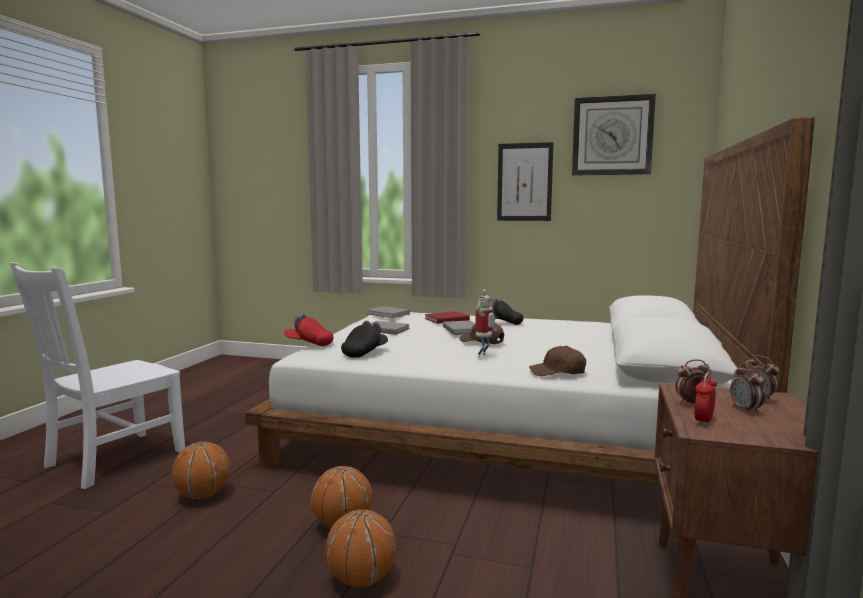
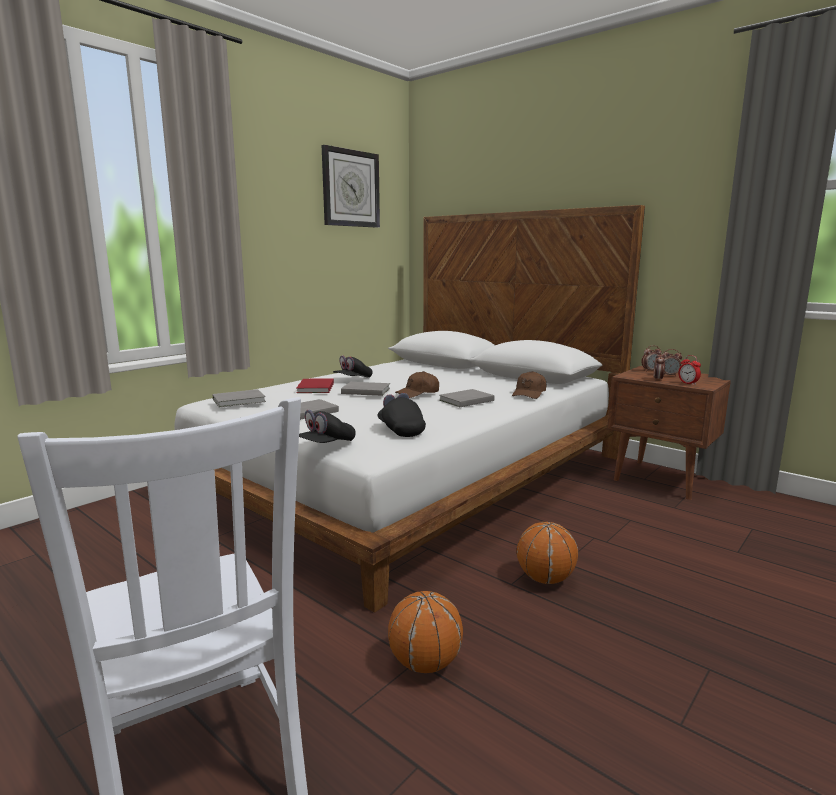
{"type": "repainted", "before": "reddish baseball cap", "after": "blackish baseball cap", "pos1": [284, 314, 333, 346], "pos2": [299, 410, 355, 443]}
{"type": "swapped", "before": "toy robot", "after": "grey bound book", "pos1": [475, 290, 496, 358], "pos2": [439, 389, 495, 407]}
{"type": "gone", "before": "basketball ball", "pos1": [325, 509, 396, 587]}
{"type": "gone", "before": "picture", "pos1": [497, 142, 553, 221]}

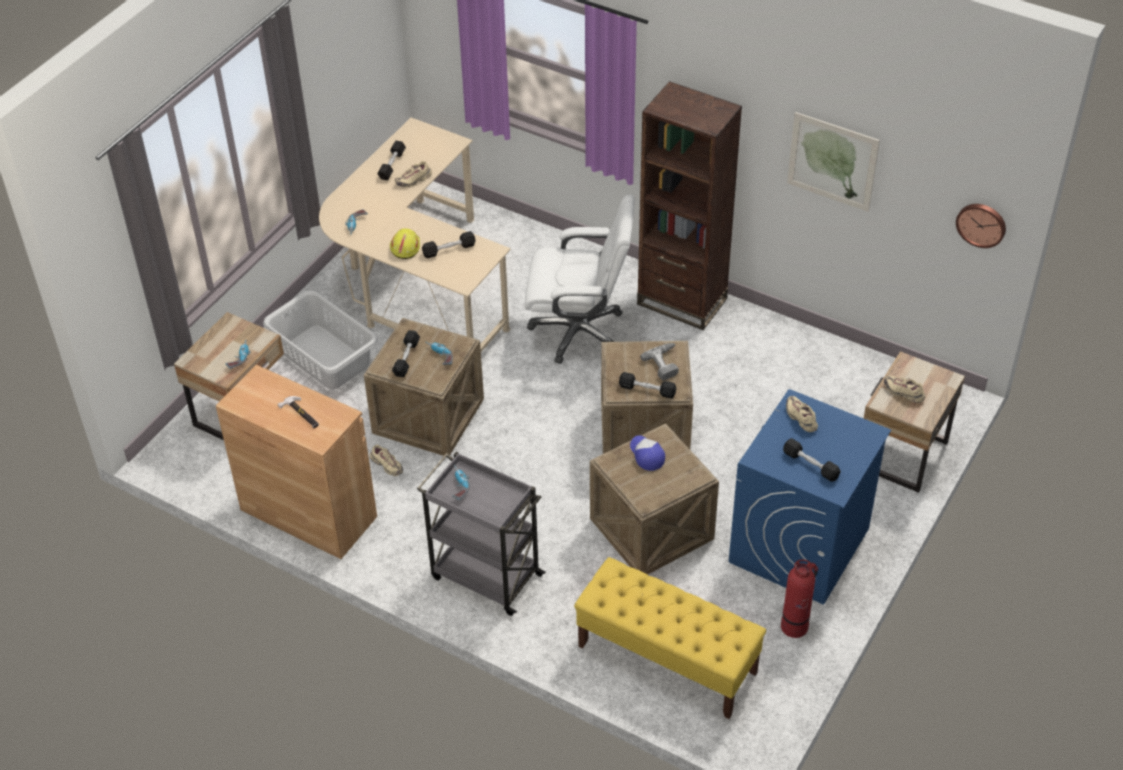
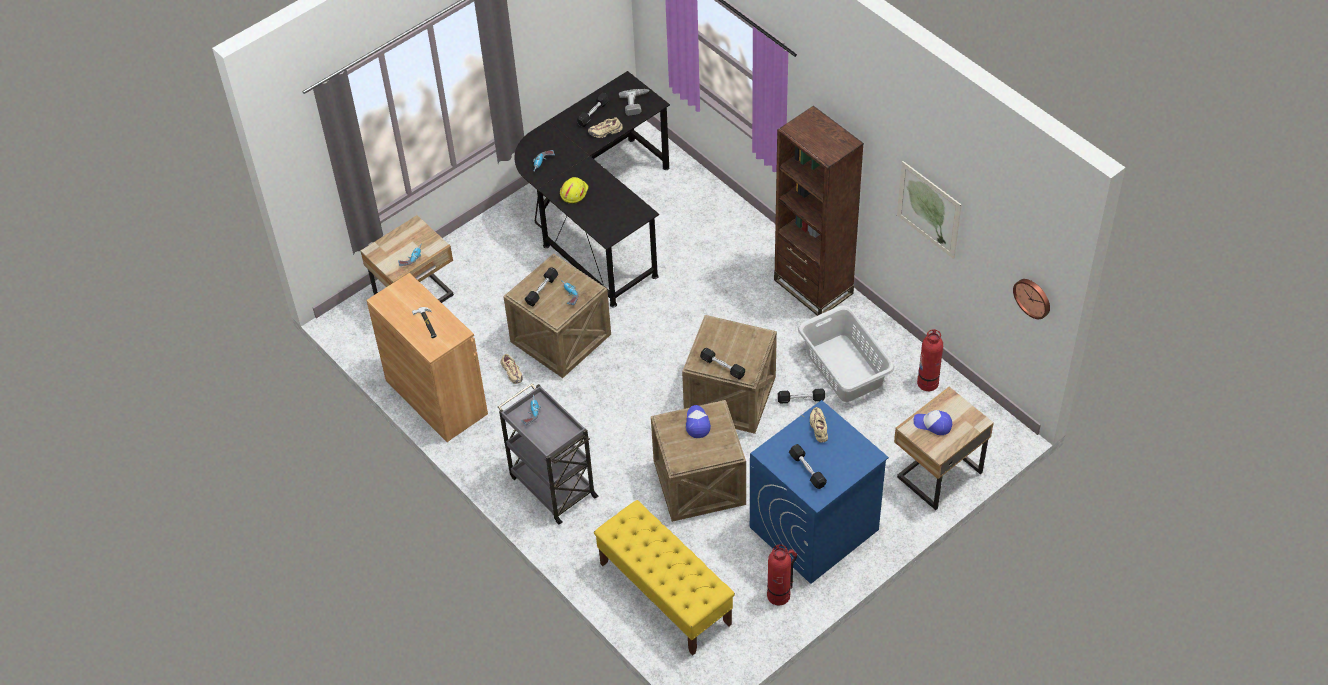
{"type": "repainted", "before": "beige-coloured desk unit", "after": "blackish desk unit", "pos1": [319, 118, 511, 352], "pos2": [514, 71, 670, 308]}
{"type": "shifted", "before": "power drill", "pos1": [640, 343, 679, 381], "pos2": [619, 89, 650, 116]}
{"type": "shifted", "before": "blackish dumbbell", "pos1": [422, 231, 476, 258], "pos2": [778, 388, 825, 403]}
{"type": "shifted", "before": "grey laundry basket", "pos1": [263, 290, 378, 390], "pos2": [798, 305, 894, 402]}
{"type": "swapped", "before": "beige-coloured low shoe", "after": "baseball cap", "pos1": [884, 375, 925, 403], "pos2": [914, 410, 952, 435]}
{"type": "new", "after": "fire extinguisher", "pos2": [917, 329, 943, 391]}
{"type": "gone", "before": "white-coloured office chair", "pos1": [524, 195, 635, 364]}

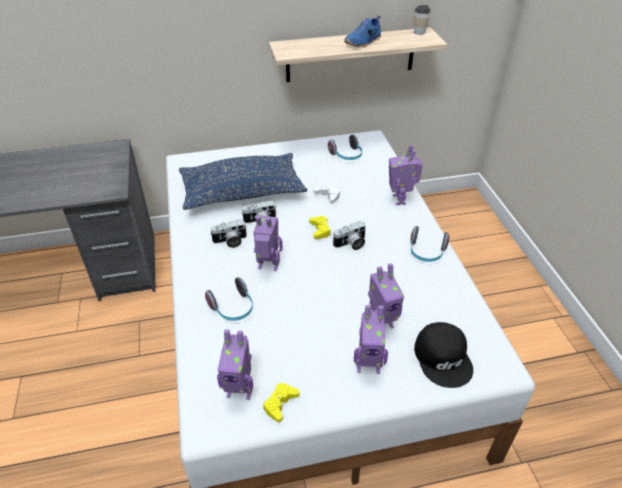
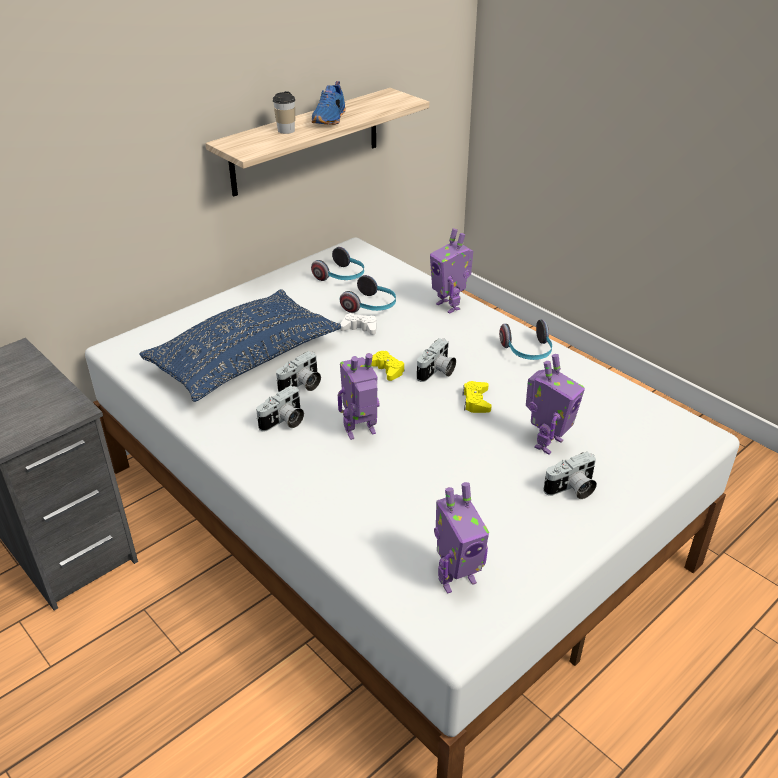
{"type": "shifted", "before": "small cup", "pos1": [414, 5, 430, 35], "pos2": [273, 91, 295, 134]}
{"type": "shifted", "before": "pair of headphones", "pos1": [205, 277, 253, 321], "pos2": [340, 275, 396, 313]}
{"type": "shifted", "before": "yellow-coloured game controller", "pos1": [263, 383, 299, 422], "pos2": [462, 381, 491, 413]}
{"type": "swapped", "before": "toy robot", "after": "photo camera", "pos1": [354, 305, 388, 374], "pos2": [543, 452, 597, 499]}
{"type": "gone", "before": "blackish baseball cap", "pos1": [414, 322, 473, 388]}

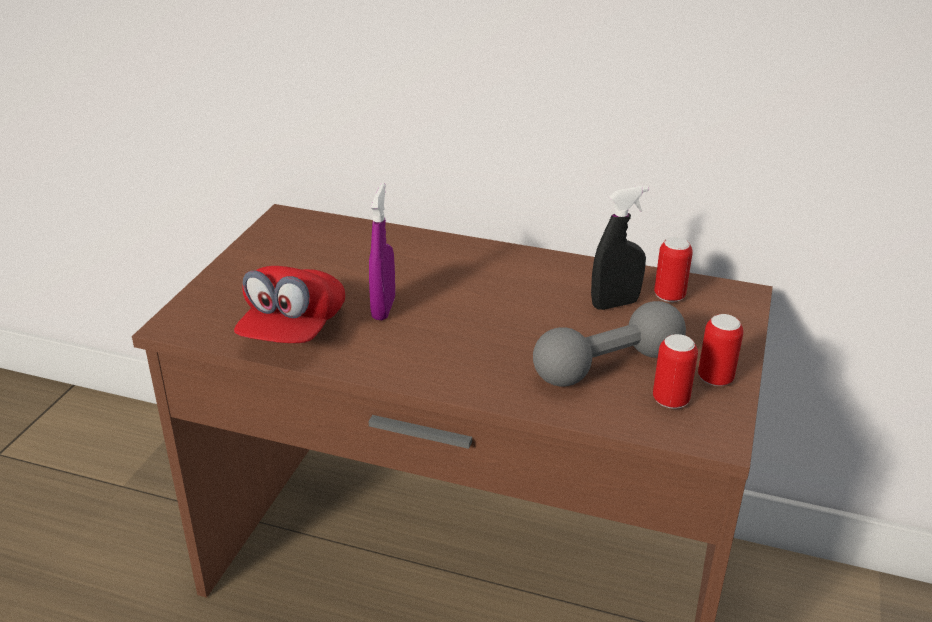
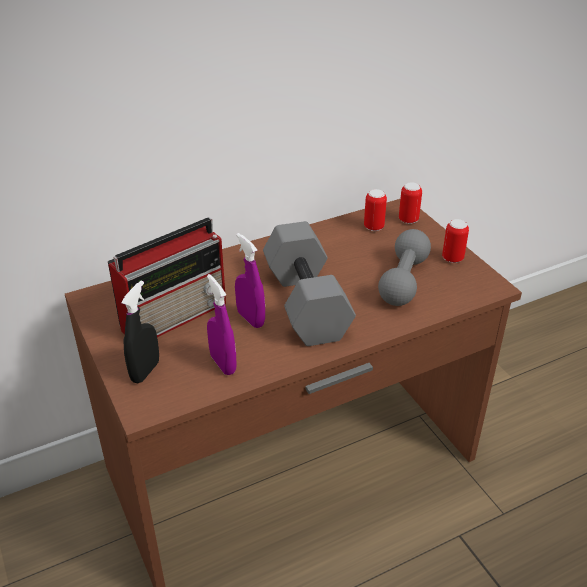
{"type": "new", "after": "radio set", "pos2": [108, 217, 226, 337]}
{"type": "shifted", "before": "blackish sprayer", "pos1": [591, 186, 649, 310], "pos2": [121, 281, 159, 383]}
{"type": "swapped", "before": "reddish baseball cap", "after": "purple sprayer", "pos1": [234, 266, 345, 343], "pos2": [207, 274, 237, 375]}
{"type": "new", "after": "grey dumbbell", "pos2": [263, 221, 356, 346]}
{"type": "shifted", "before": "can", "pos1": [653, 334, 698, 409], "pos2": [399, 182, 422, 224]}

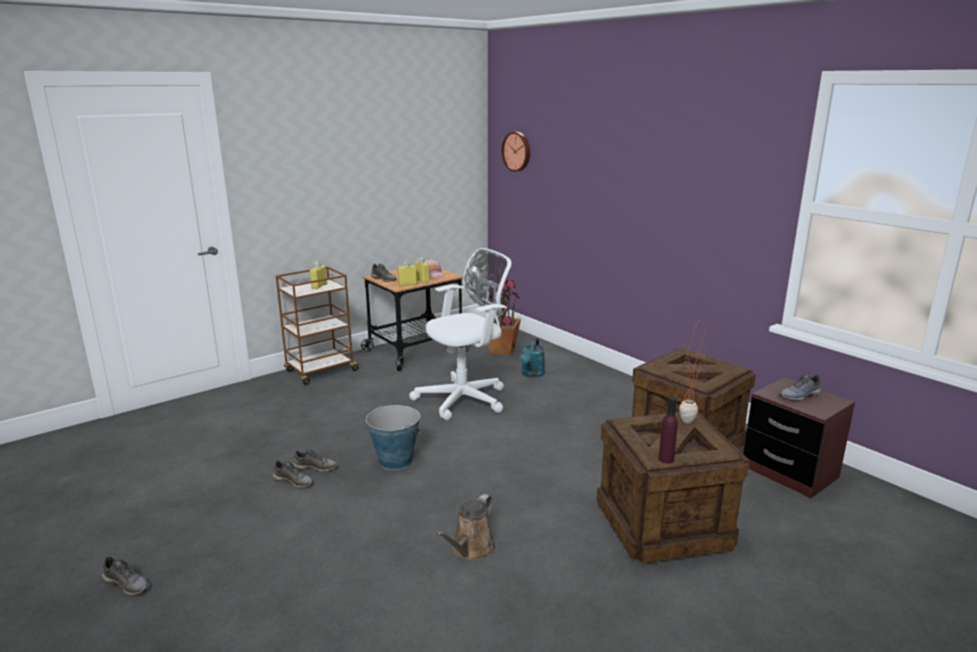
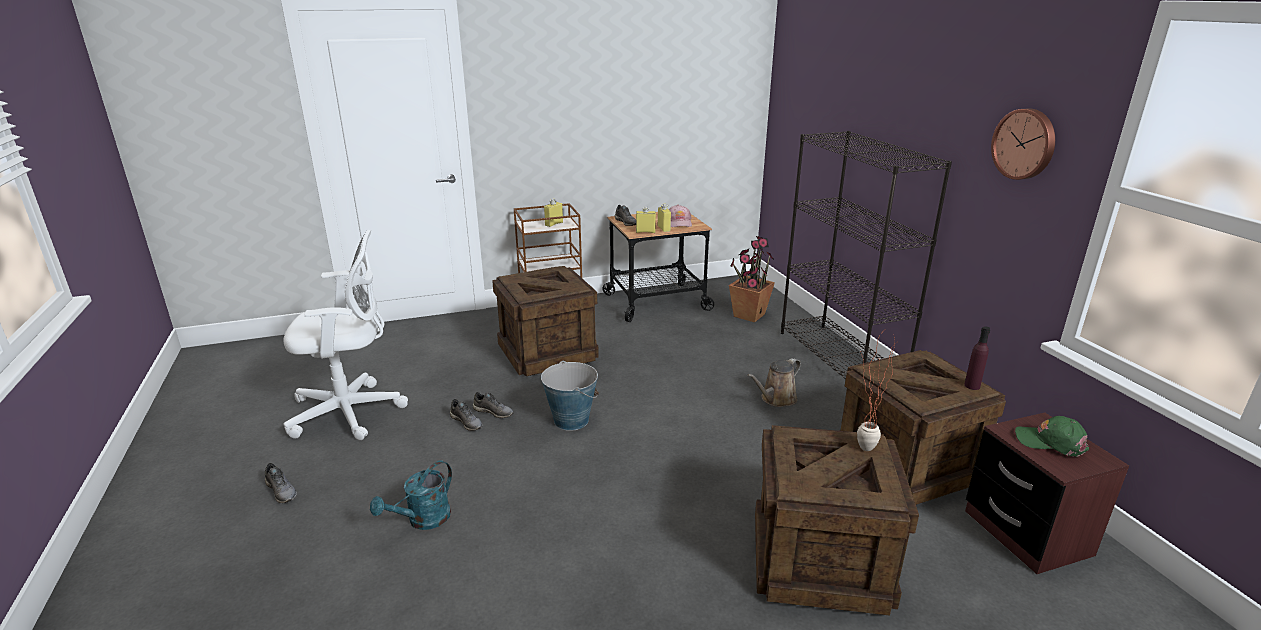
{"type": "shifted", "before": "white-coloured office chair", "pos1": [409, 248, 512, 420], "pos2": [283, 230, 408, 440]}
{"type": "shifted", "before": "turquoise-coloured watering can", "pos1": [520, 338, 545, 378], "pos2": [370, 461, 452, 530]}
{"type": "new", "after": "packing crate", "pos2": [492, 266, 599, 376]}
{"type": "shifted", "before": "brown watering can", "pos1": [436, 494, 496, 561], "pos2": [747, 358, 801, 407]}
{"type": "new", "after": "blackish bookshelf", "pos2": [781, 131, 952, 379]}
{"type": "shifted", "before": "purple beverage bottle", "pos1": [659, 397, 678, 464], "pos2": [964, 326, 990, 390]}
{"type": "shifted", "before": "wall clock", "pos1": [502, 132, 530, 172], "pos2": [991, 108, 1055, 180]}
{"type": "swapped", "before": "grey low shoe", "after": "greenish baseball cap", "pos1": [779, 374, 821, 401], "pos2": [1015, 416, 1089, 457]}

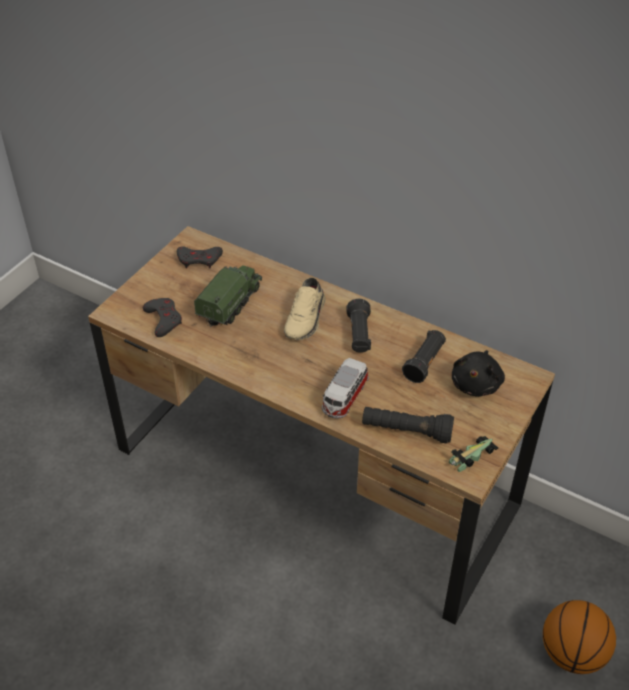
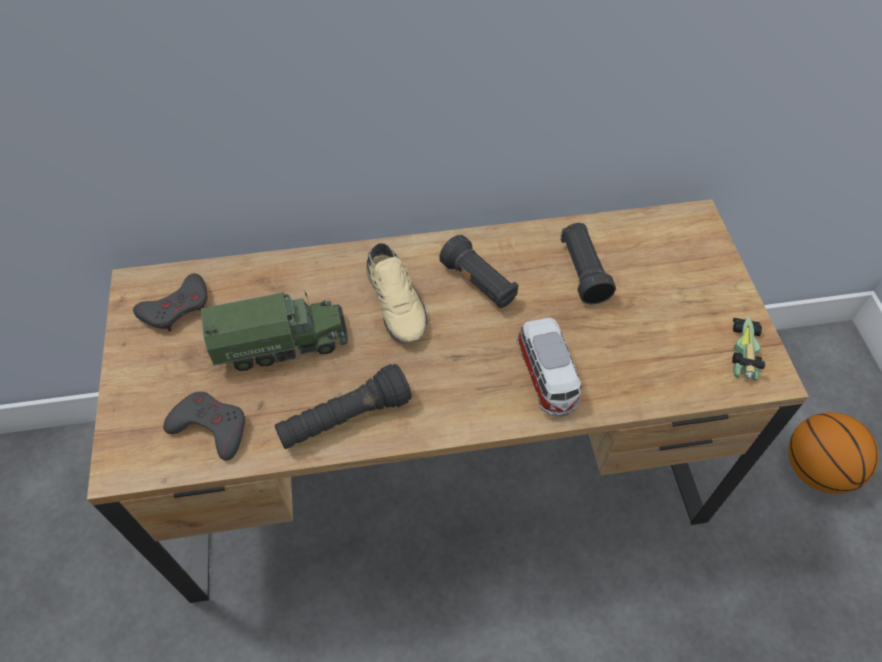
{"type": "rotated", "before": "toy truck", "pos1": [194, 265, 262, 327], "pos2": [201, 291, 348, 371], "turn": 90}
{"type": "shifted", "before": "blackish flashlight", "pos1": [362, 407, 454, 444], "pos2": [275, 364, 412, 449]}
{"type": "gone", "before": "blackish plush toy", "pos1": [452, 350, 505, 397]}

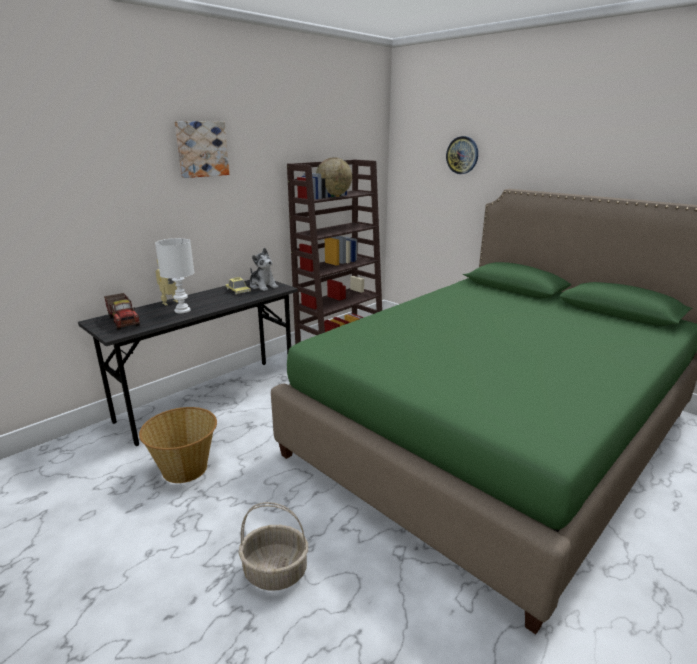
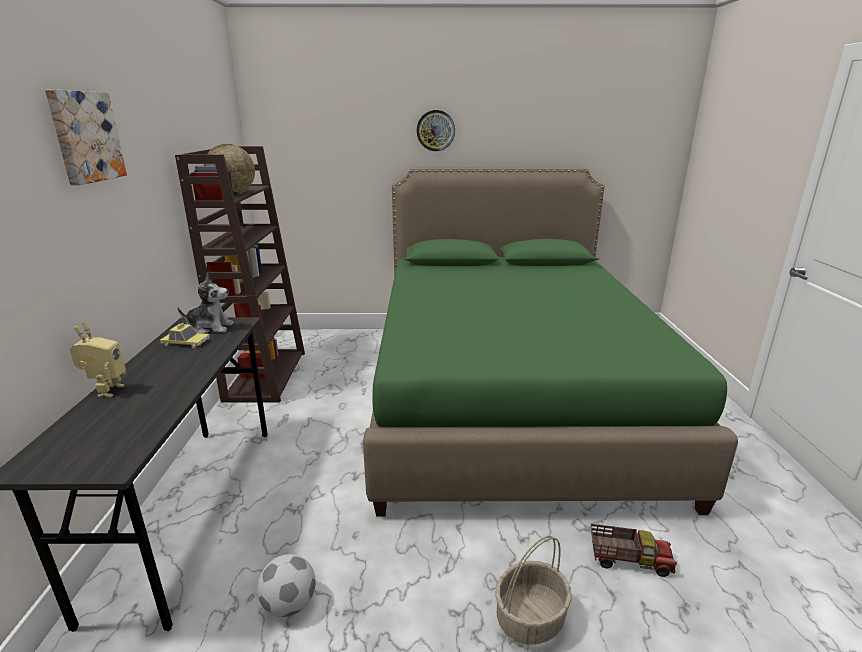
{"type": "swapped", "before": "household basket", "after": "football ball", "pos1": [139, 407, 217, 483], "pos2": [257, 554, 316, 617]}
{"type": "shifted", "before": "wall clock", "pos1": [446, 136, 478, 174], "pos2": [417, 110, 455, 151]}
{"type": "shifted", "before": "toy truck", "pos1": [104, 293, 140, 330], "pos2": [591, 524, 677, 577]}
{"type": "gone", "before": "white-coloured tabletop lamp", "pos1": [155, 238, 194, 313]}

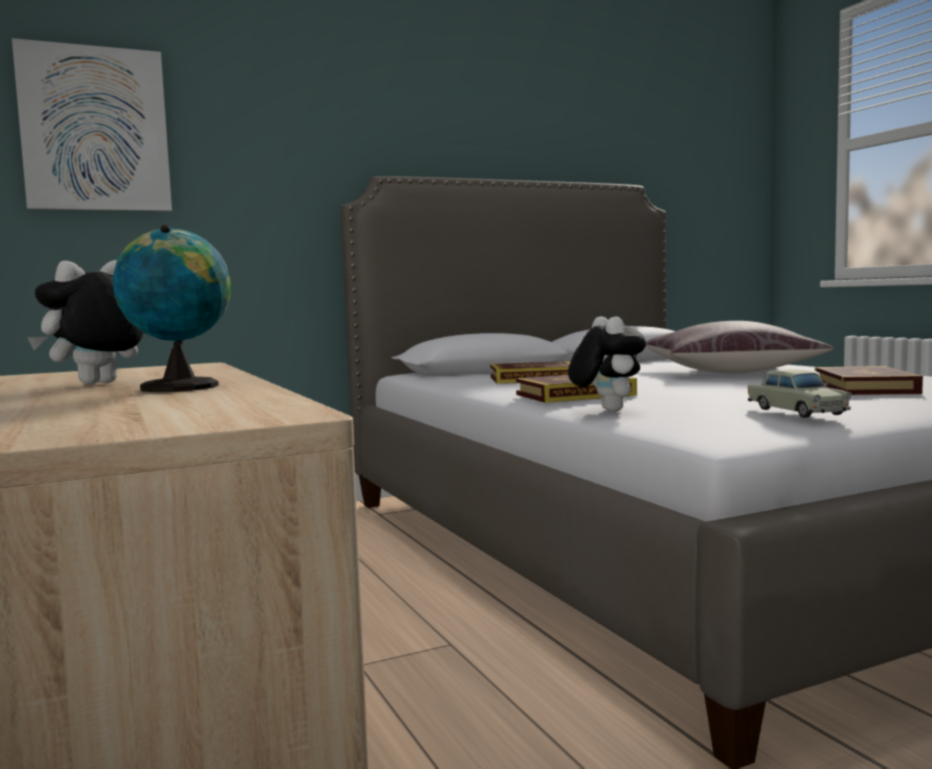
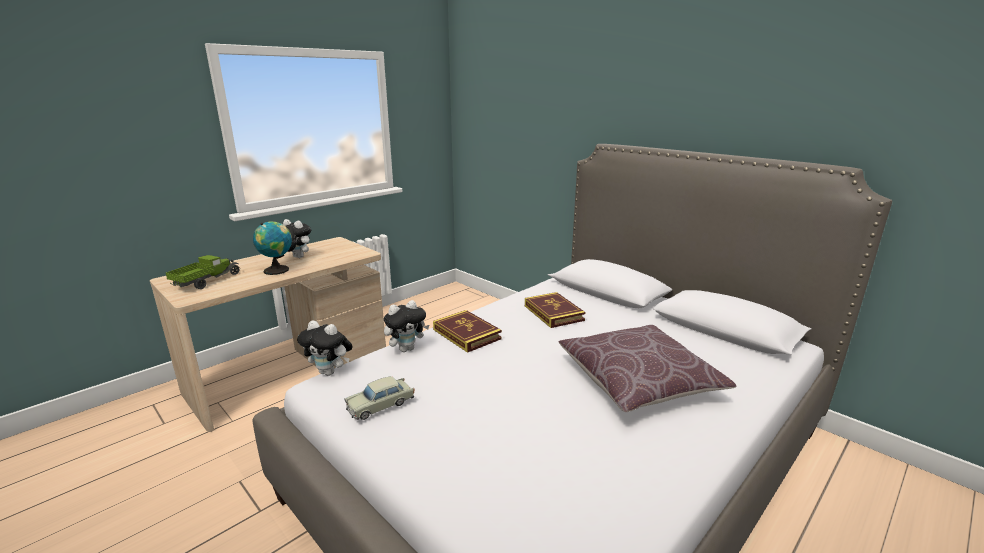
{"type": "new", "after": "toy truck", "pos2": [166, 255, 240, 289]}
{"type": "new", "after": "plush toy", "pos2": [297, 320, 353, 376]}
{"type": "gone", "before": "picture", "pos1": [12, 38, 172, 211]}
{"type": "gone", "before": "bound book", "pos1": [815, 366, 923, 395]}

